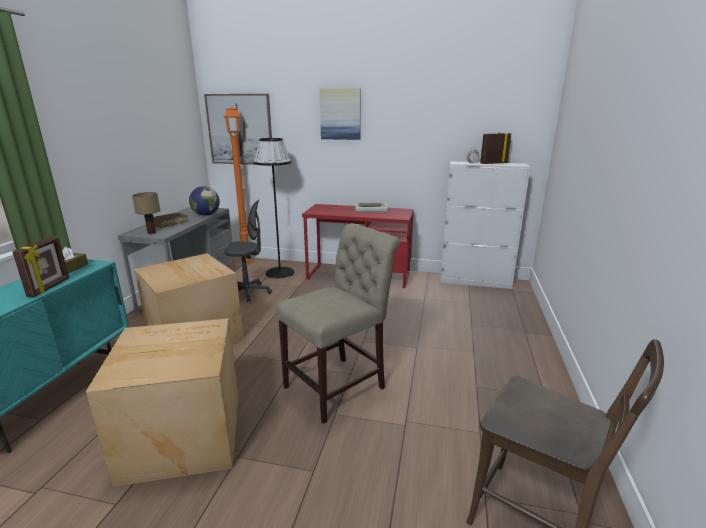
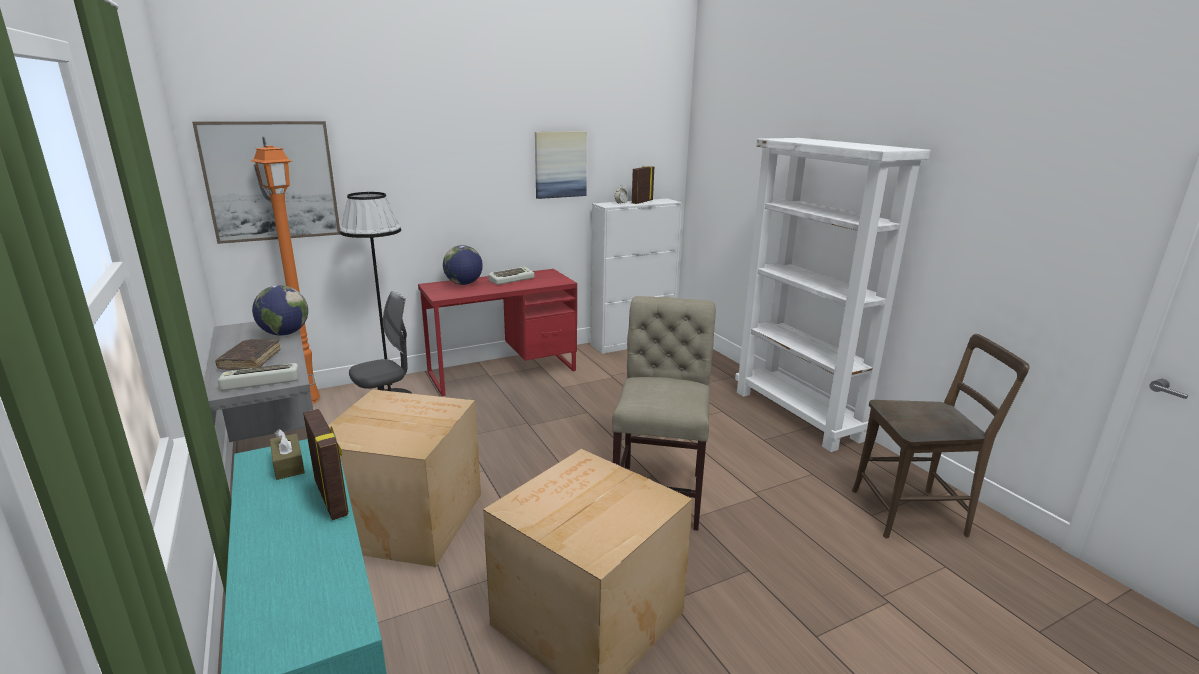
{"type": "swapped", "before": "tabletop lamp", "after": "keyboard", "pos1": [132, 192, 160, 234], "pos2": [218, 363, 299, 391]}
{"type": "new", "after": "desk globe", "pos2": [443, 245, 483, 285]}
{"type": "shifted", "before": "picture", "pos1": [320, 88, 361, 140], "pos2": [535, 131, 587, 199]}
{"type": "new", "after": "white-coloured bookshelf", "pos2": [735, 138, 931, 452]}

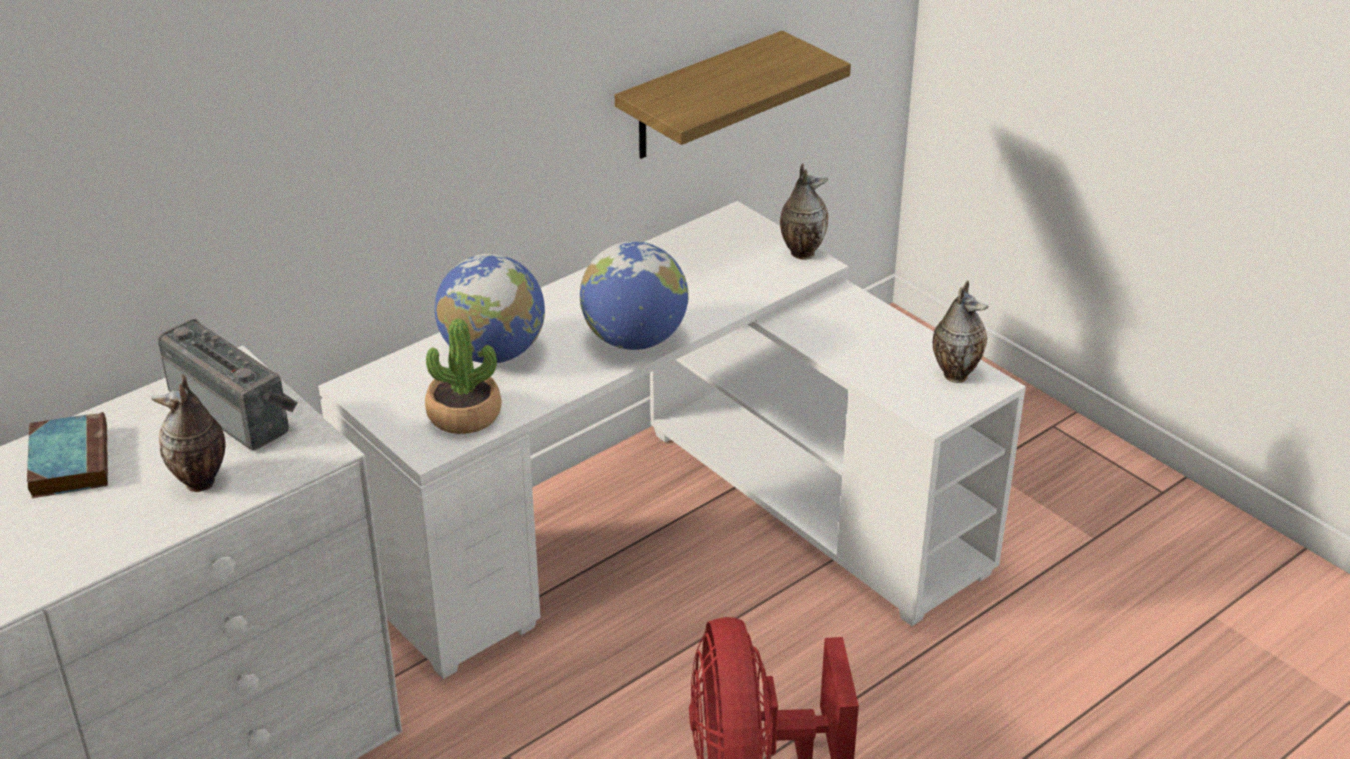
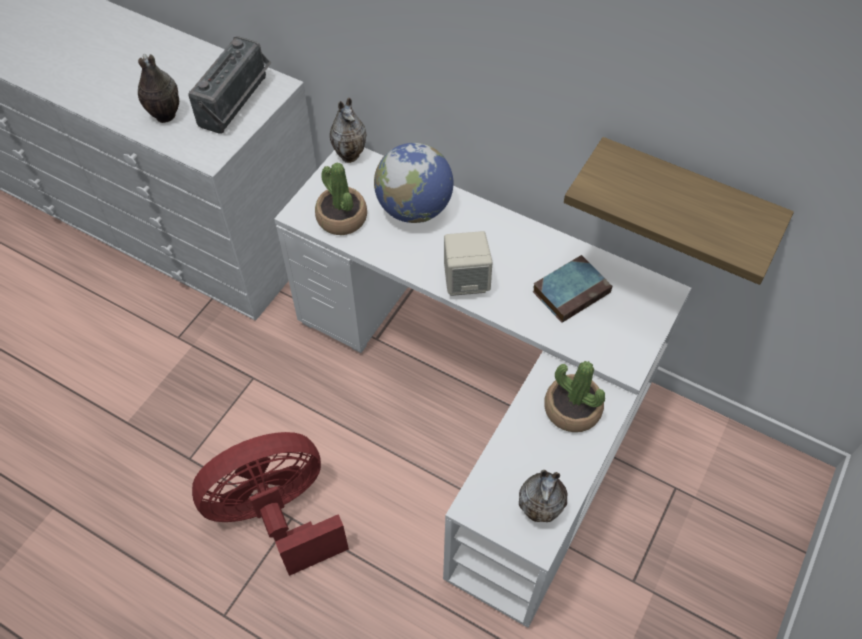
{"type": "shifted", "before": "decorative vase", "pos1": [780, 163, 828, 260], "pos2": [330, 98, 367, 163]}
{"type": "swapped", "before": "desk globe", "after": "beige-coloured speaker", "pos1": [580, 241, 689, 350], "pos2": [444, 231, 493, 296]}
{"type": "shifted", "before": "bound book", "pos1": [27, 412, 108, 498], "pos2": [532, 255, 612, 323]}
{"type": "new", "after": "potted plant", "pos2": [544, 361, 605, 432]}

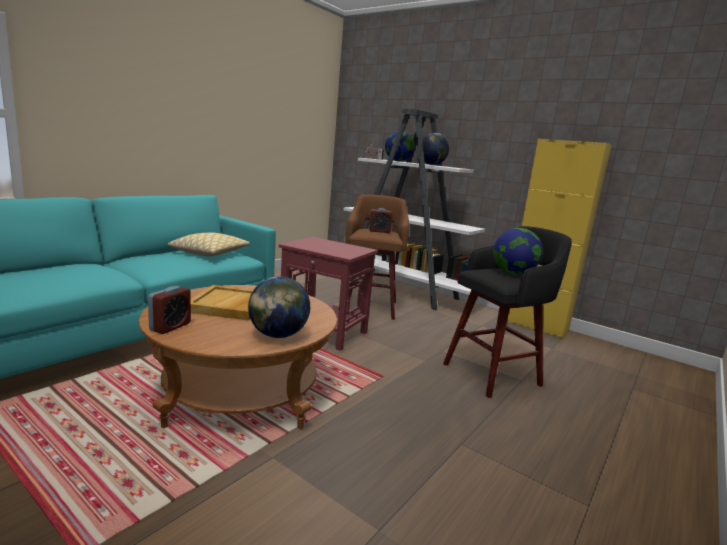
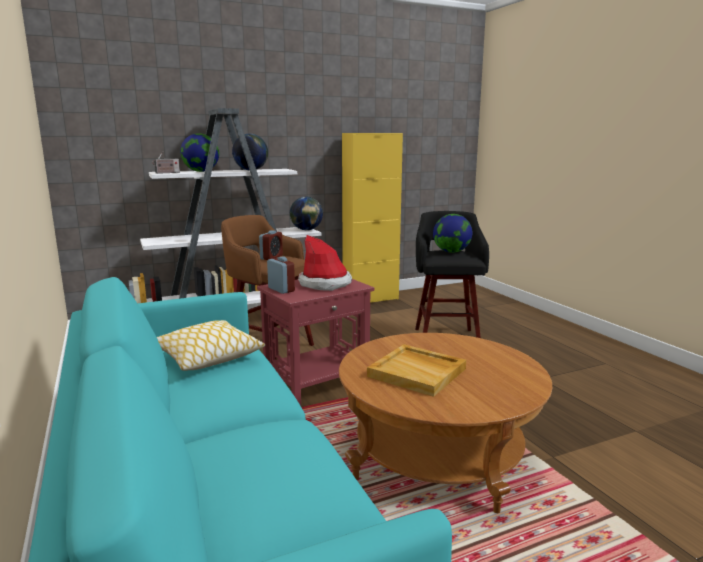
{"type": "shifted", "before": "table clock", "pos1": [148, 286, 191, 334], "pos2": [267, 257, 295, 294]}
{"type": "shifted", "before": "desk globe", "pos1": [248, 276, 310, 338], "pos2": [290, 197, 323, 230]}
{"type": "new", "after": "wearable hat", "pos2": [298, 235, 352, 291]}

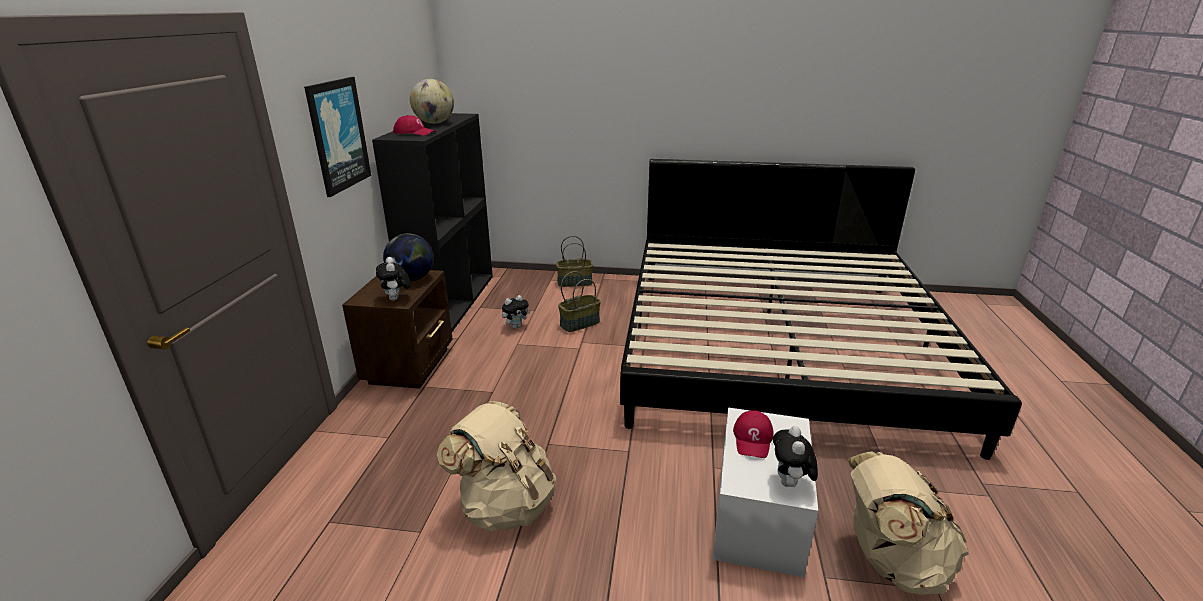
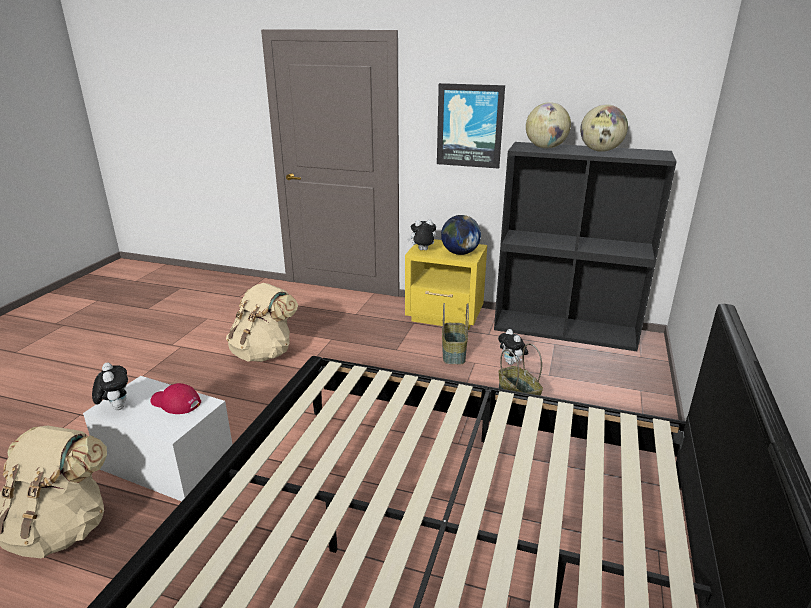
{"type": "rotated", "before": "plush toy", "pos1": [773, 426, 818, 489], "pos2": [92, 363, 128, 410], "turn": 45}
{"type": "repainted", "before": "brown nightstand", "after": "yellow-coloured nightstand", "pos1": [342, 270, 453, 389], "pos2": [405, 239, 487, 330]}
{"type": "shifted", "before": "household basket", "pos1": [556, 236, 593, 287], "pos2": [442, 303, 469, 364]}
{"type": "swapped", "before": "reddish baseball cap", "after": "desk globe", "pos1": [393, 115, 435, 136], "pos2": [526, 102, 571, 148]}

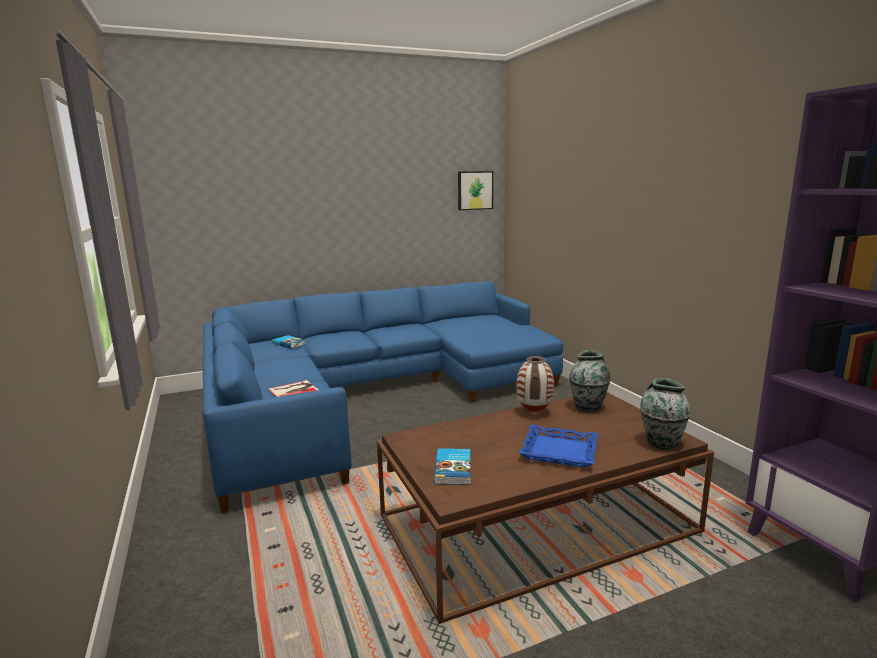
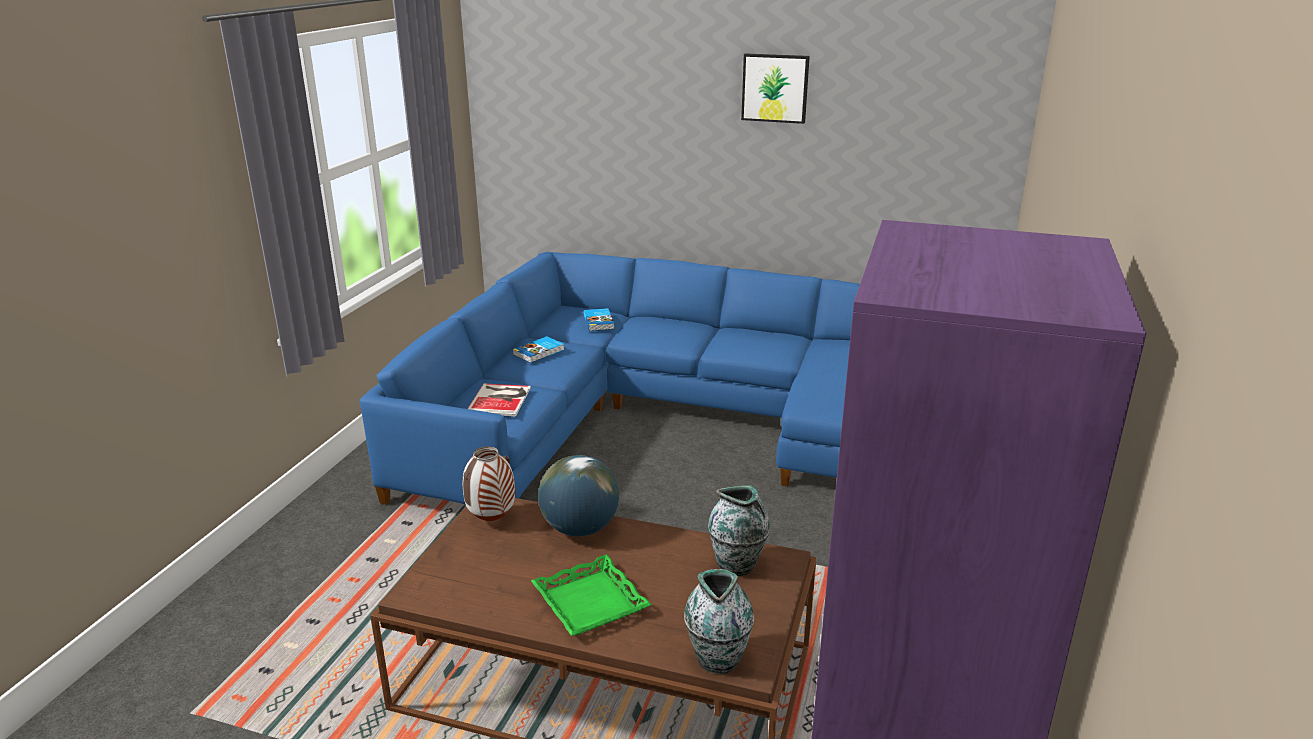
{"type": "shifted", "before": "decorative vase", "pos1": [516, 356, 554, 412], "pos2": [463, 446, 515, 521]}
{"type": "shifted", "before": "bound book", "pos1": [434, 448, 470, 485], "pos2": [513, 336, 564, 363]}
{"type": "repainted", "before": "blue carrying tray", "after": "greenish carrying tray", "pos1": [519, 425, 598, 468], "pos2": [531, 554, 652, 636]}
{"type": "new", "after": "desk globe", "pos2": [538, 455, 619, 537]}
{"type": "shifted", "before": "picture", "pos1": [458, 171, 493, 210], "pos2": [741, 53, 810, 124]}

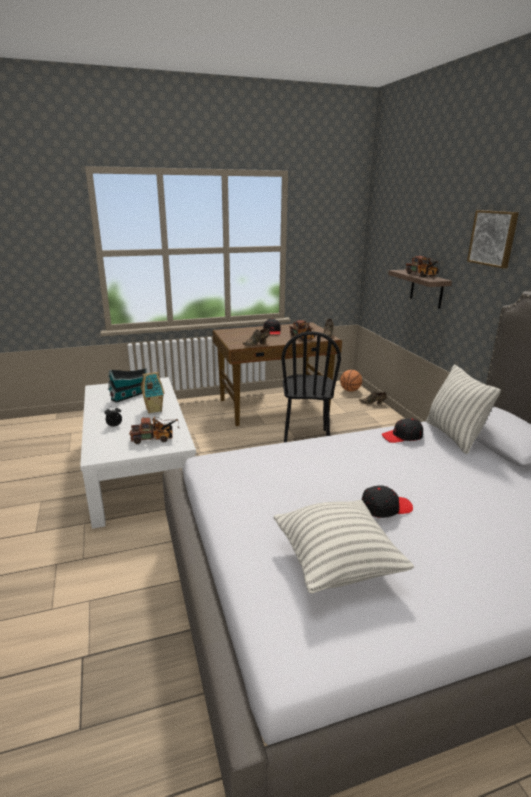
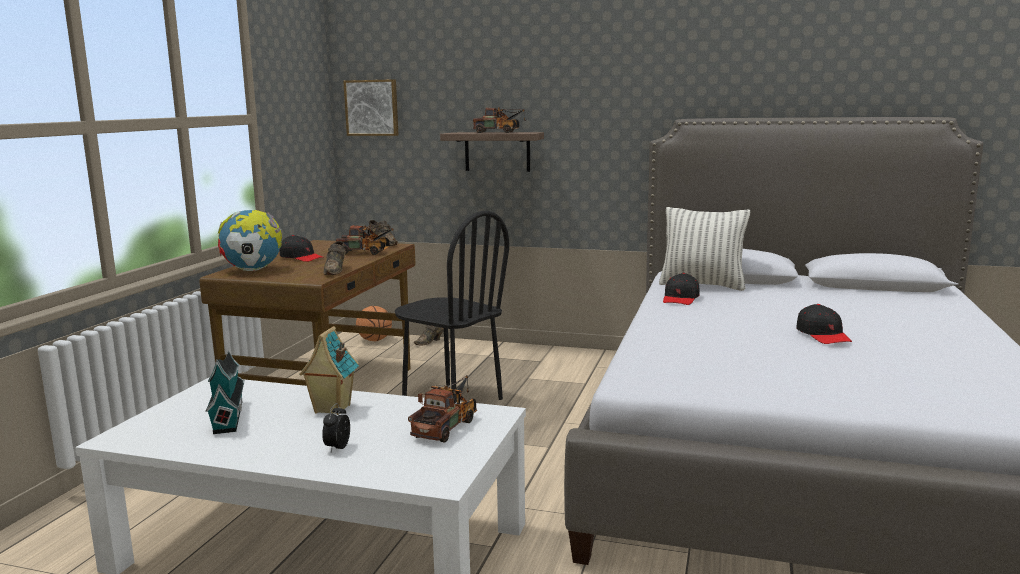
{"type": "new", "after": "desk globe", "pos2": [218, 210, 282, 271]}
{"type": "shifted", "before": "picture", "pos1": [467, 210, 519, 268], "pos2": [343, 79, 399, 136]}
{"type": "rotated", "before": "blackish baseball cap", "pos1": [362, 485, 413, 518], "pos2": [796, 304, 852, 344], "turn": 150}
{"type": "gone", "before": "pillow", "pos1": [273, 500, 414, 593]}

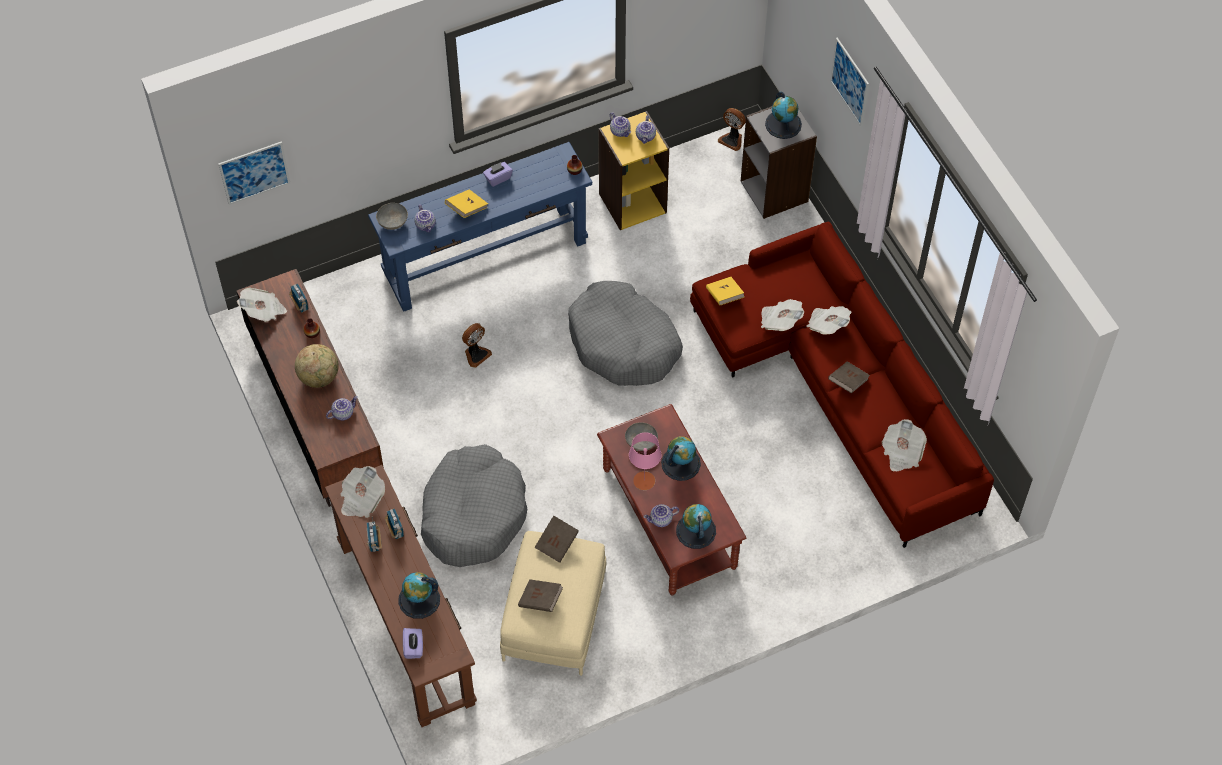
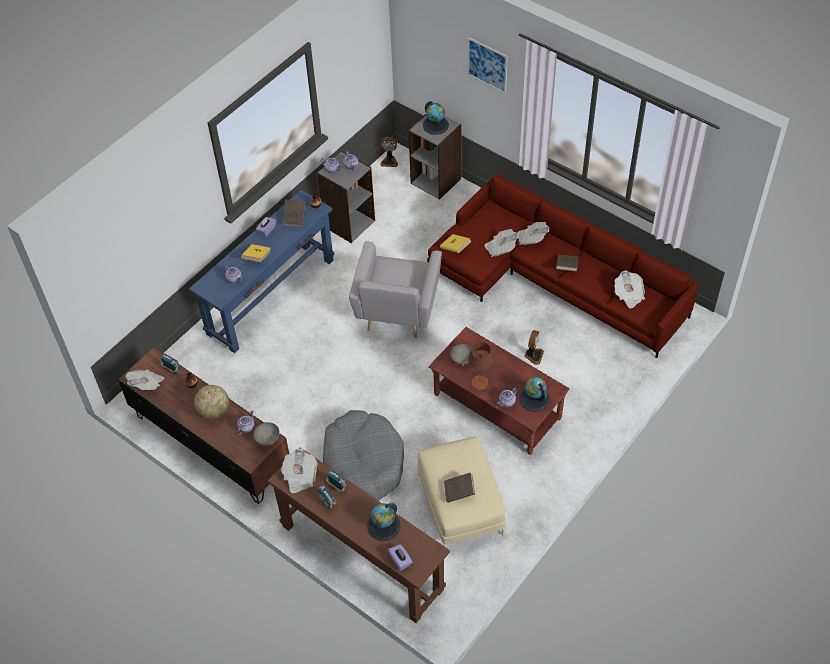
{"type": "shifted", "before": "grey serving bowl", "pos1": [376, 203, 408, 230], "pos2": [254, 422, 280, 446]}
{"type": "shifted", "before": "brown bound book", "pos1": [534, 515, 579, 563], "pos2": [282, 200, 306, 227]}
{"type": "repainted", "before": "yellow-coloured bookshelf", "after": "grey bookshelf", "pos1": [599, 111, 669, 230], "pos2": [317, 151, 375, 243]}
{"type": "swapped", "before": "grey dog bed", "after": "grey easy chair", "pos1": [568, 281, 683, 386], "pos2": [349, 241, 442, 338]}
{"type": "repainted", "before": "pink-coloured tabletop lamp", "after": "brown tabletop lamp", "pos1": [629, 433, 662, 490], "pos2": [468, 342, 493, 389]}
{"type": "shifted", "before": "cooling fan", "pos1": [462, 323, 492, 368], "pos2": [525, 330, 544, 365]}
{"type": "gone", "before": "picture", "pos1": [218, 141, 290, 205]}
{"type": "gone", "before": "desk globe", "pos1": [661, 436, 701, 481]}

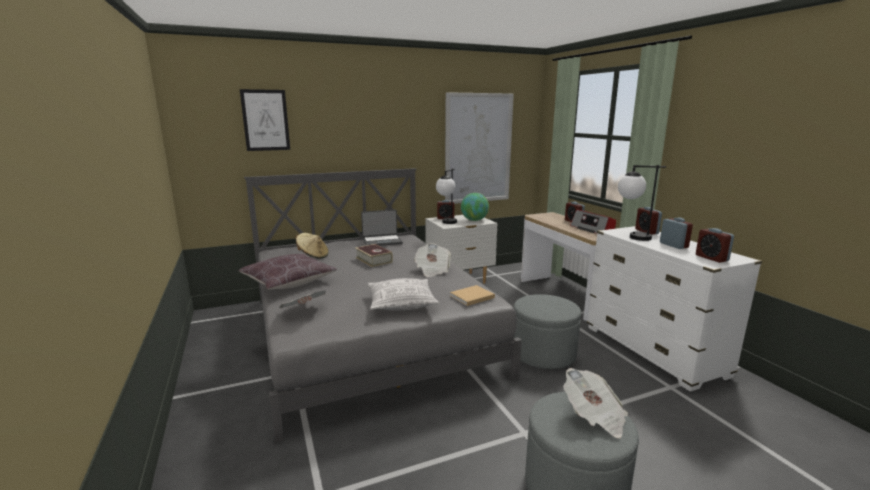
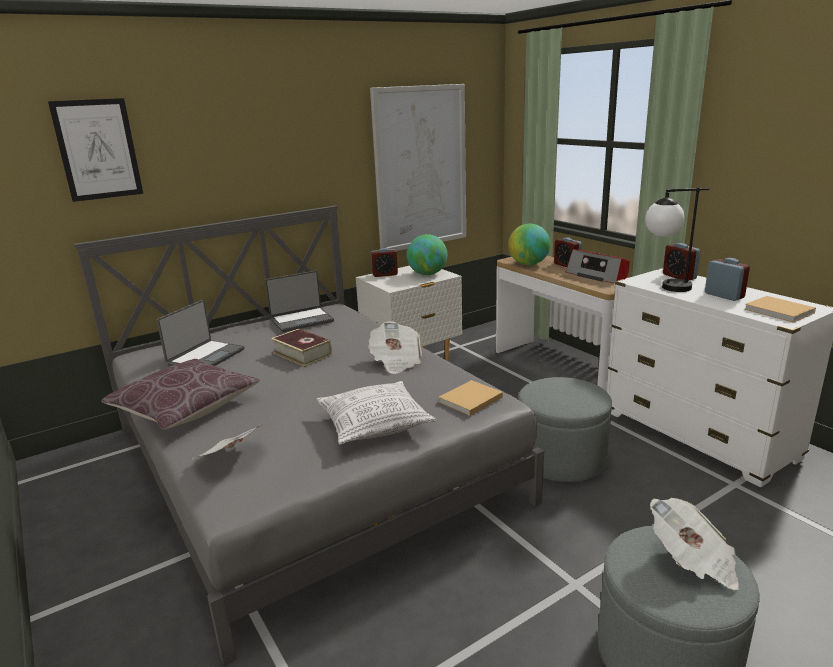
{"type": "swapped", "before": "beige-coloured wearable hat", "after": "portable computer", "pos1": [296, 233, 329, 259], "pos2": [157, 300, 245, 367]}
{"type": "new", "after": "desk globe", "pos2": [508, 224, 550, 265]}
{"type": "swapped", "before": "table clock", "after": "beige-coloured bound book", "pos1": [696, 228, 734, 263], "pos2": [744, 296, 816, 323]}
{"type": "gone", "before": "tabletop lamp", "pos1": [436, 169, 457, 224]}

